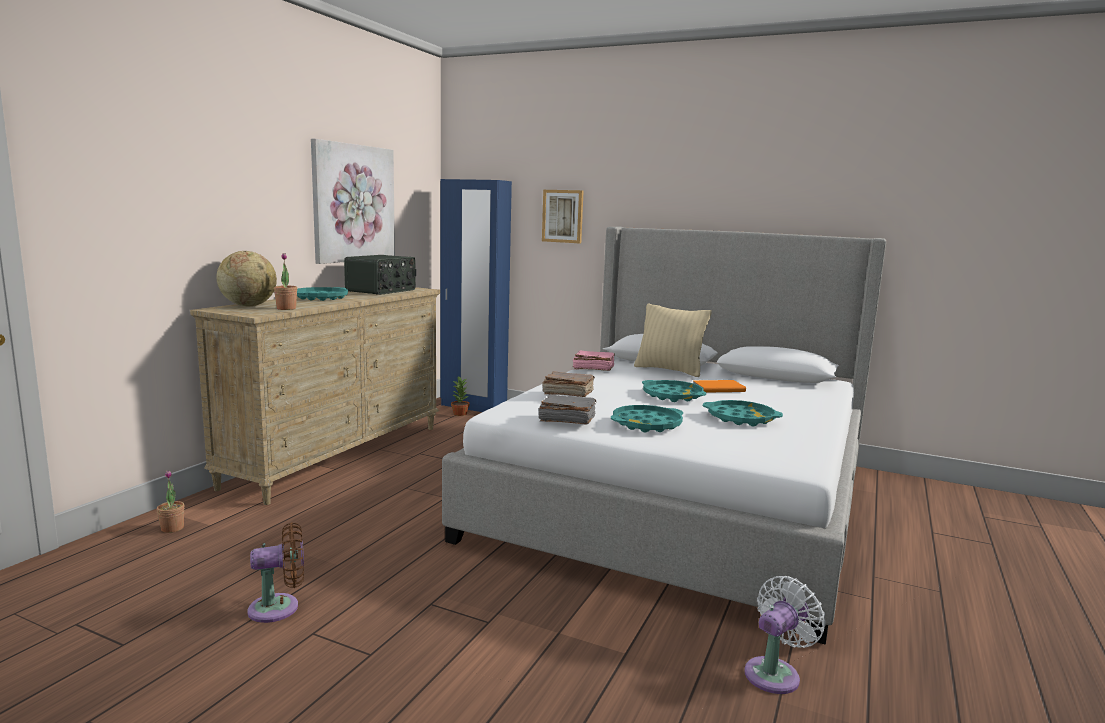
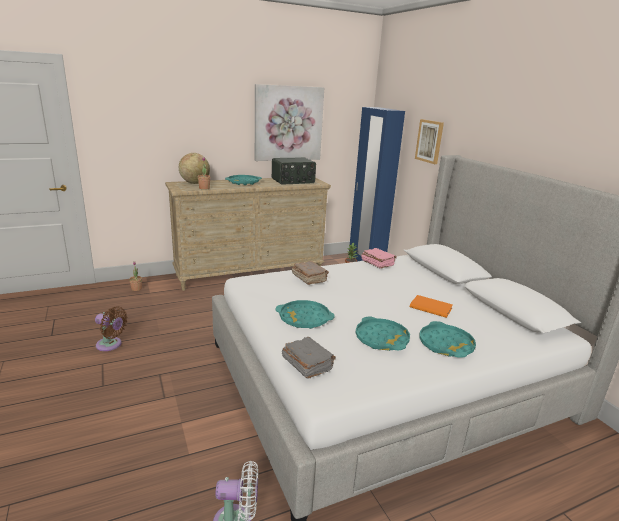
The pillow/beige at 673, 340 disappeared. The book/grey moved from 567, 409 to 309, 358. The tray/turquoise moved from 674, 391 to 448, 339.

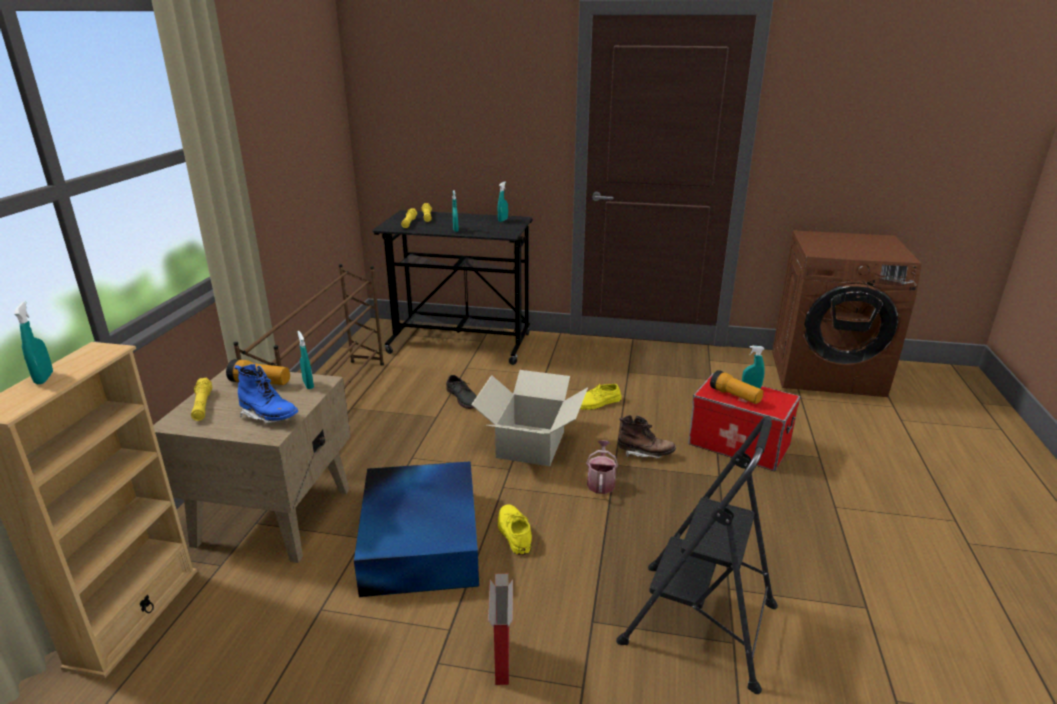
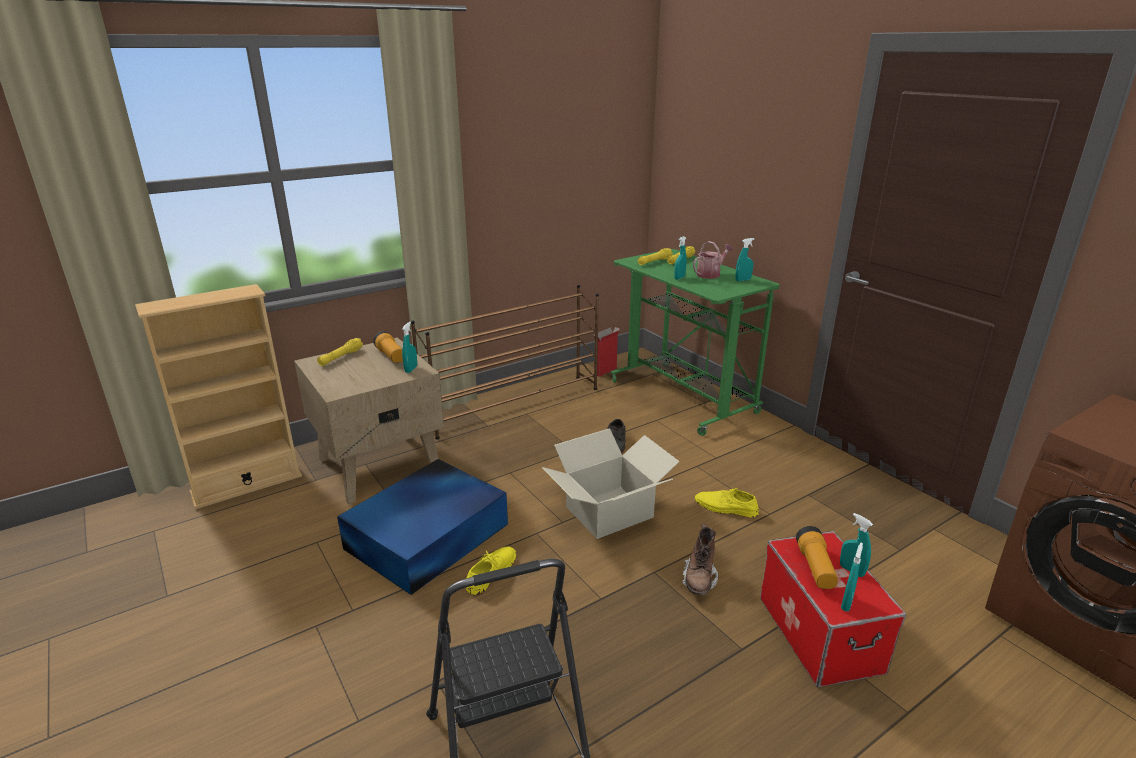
The boot/blue at 266, 393 disappeared. The spray bottle/turquoise moved from 33, 343 to 852, 577. The cardboard box moved from 500, 629 to 606, 352. The watering can moved from 602, 467 to 713, 260. The desk/black at 452, 287 became the desk/green at 695, 342. The boot/brown at 647, 437 turned 45 degrees clockwise.

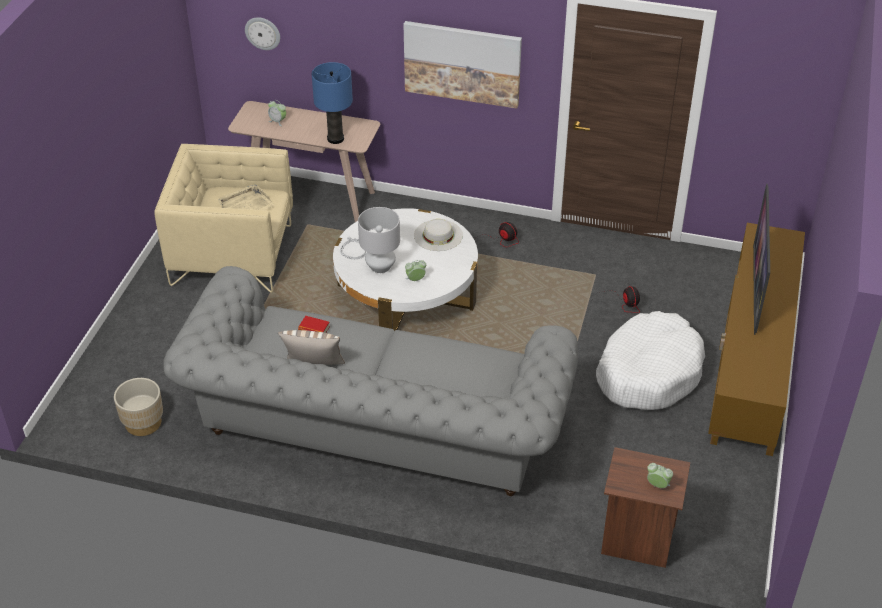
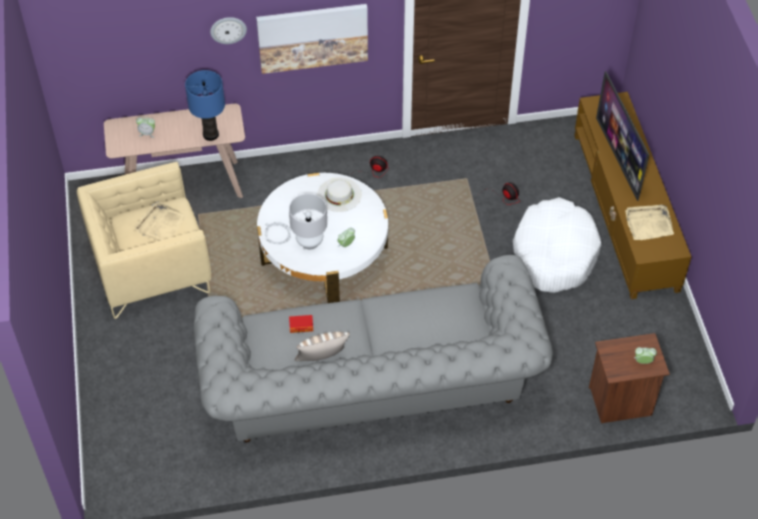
The planter/beige at 138, 407 disappeared. The tray/beige at 649, 222 appeared. The wall clock moved from 262, 33 to 228, 30.

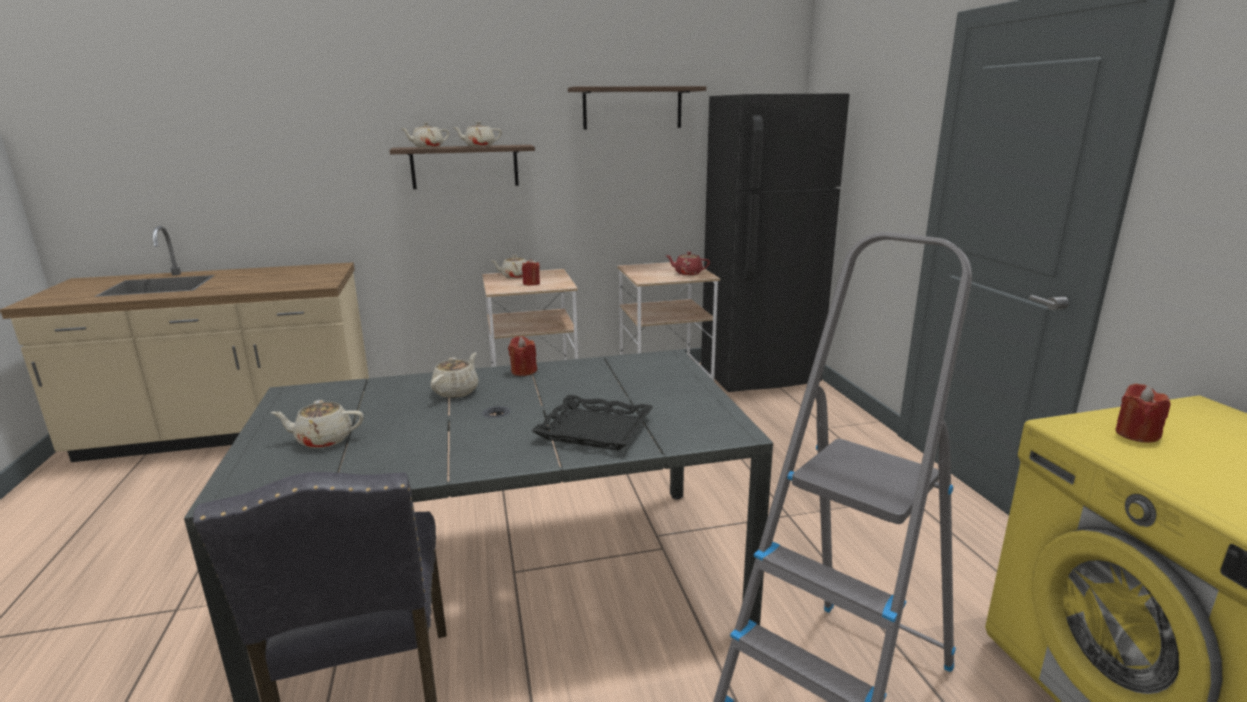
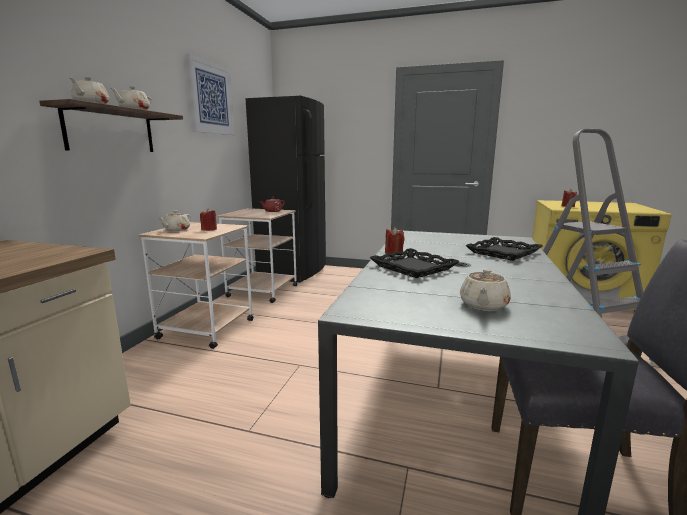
The teapot/beige at 454, 375 was replaced by the tray/black at 414, 263. The shelf at 637, 108 was replaced by the picture at 210, 94.

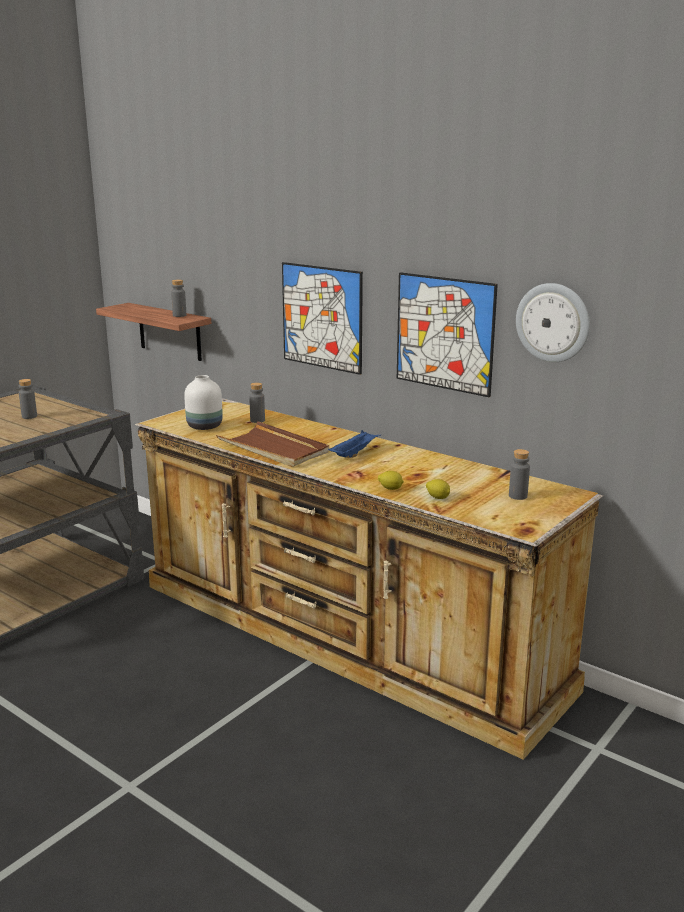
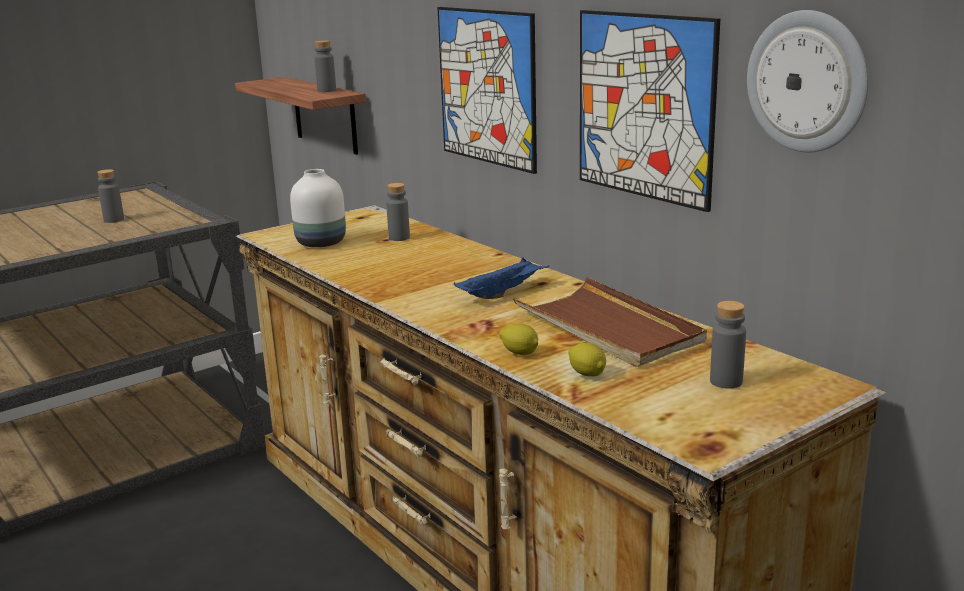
The tray/brown moved from 272, 444 to 610, 322.

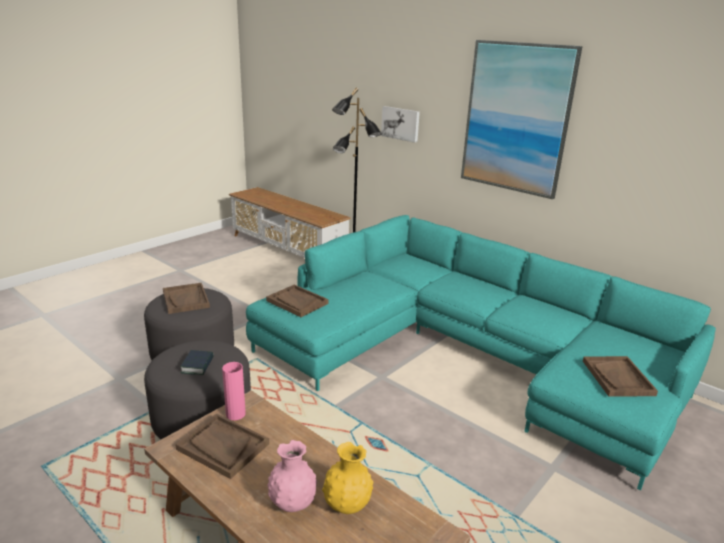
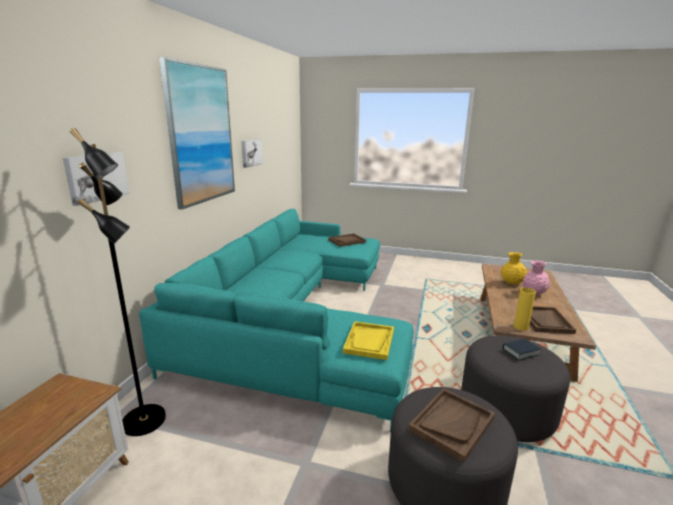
The picture at 252, 153 appeared. The vase/pink at 234, 391 became the vase/yellow at 525, 309. The tray/brown at 297, 301 became the tray/yellow at 368, 340.

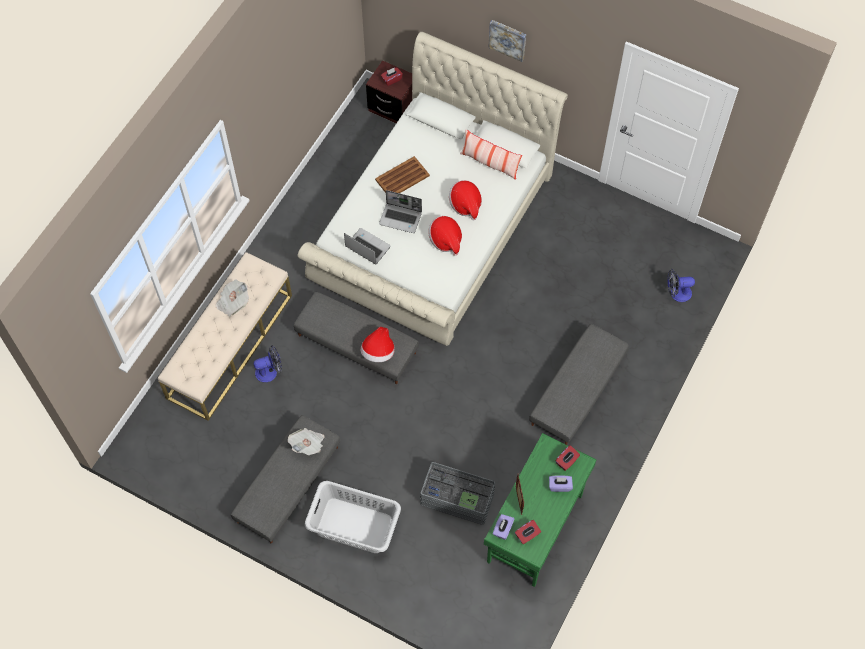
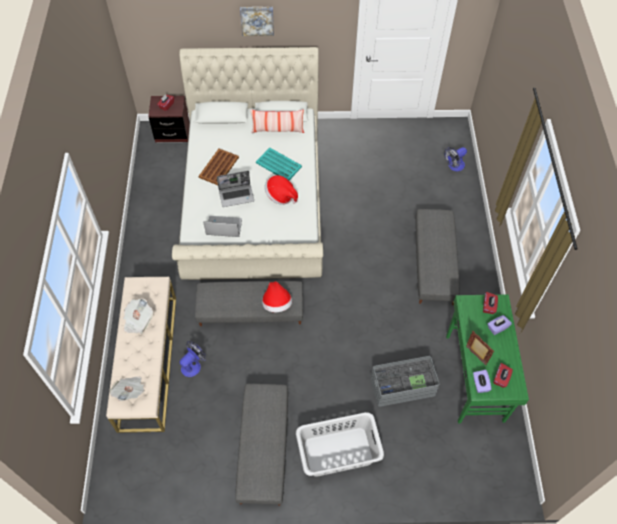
The newspaper moved from 306, 441 to 127, 388. The hat at 465, 200 was replaced by the tray/turquoise at 279, 164.

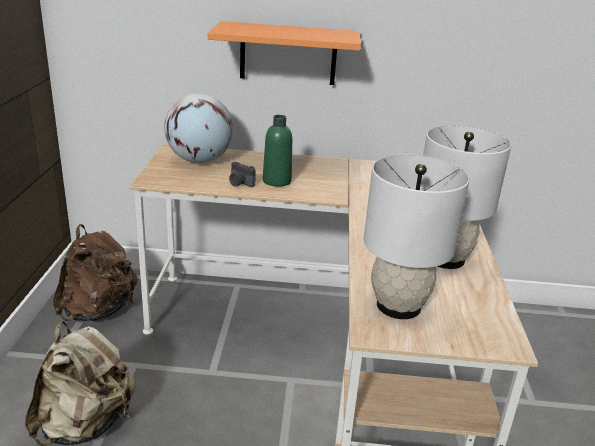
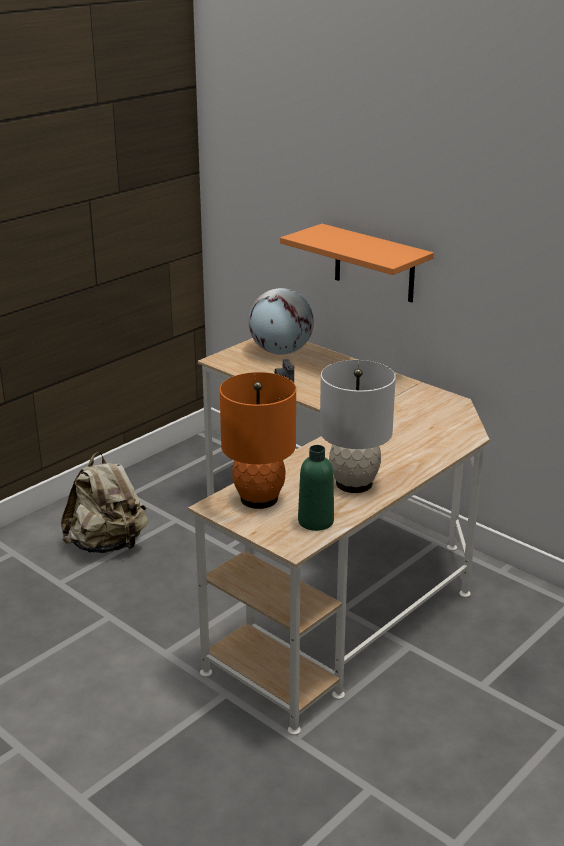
The backpack/brown at 95, 272 disappeared. The bottle/green moved from 277, 151 to 316, 488. The table lamp/white at 417, 236 became the table lamp/orange at 258, 440.

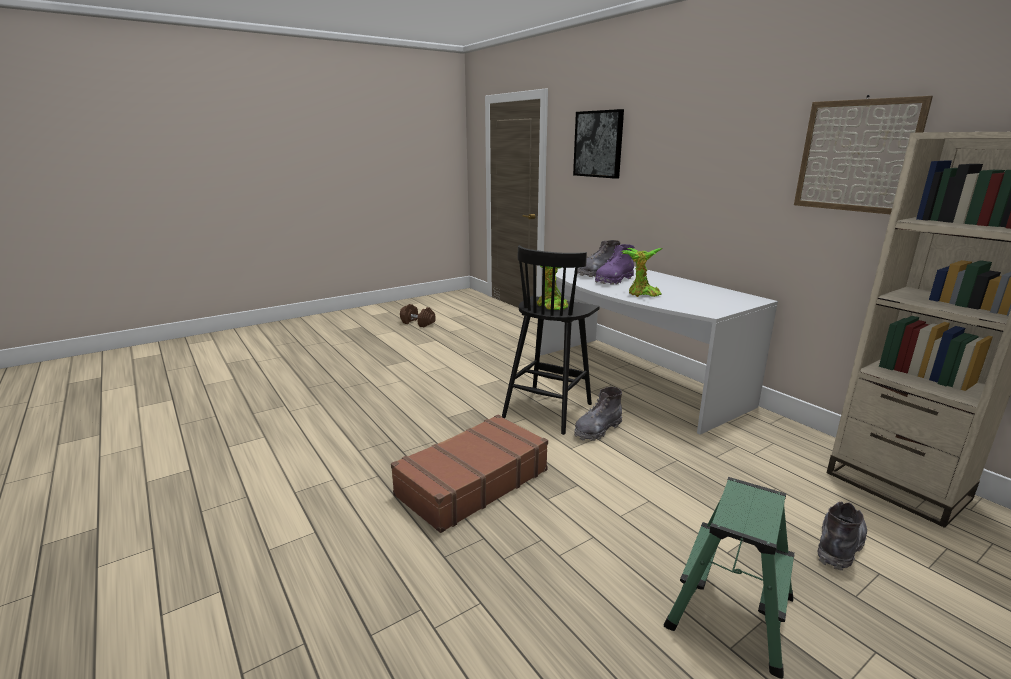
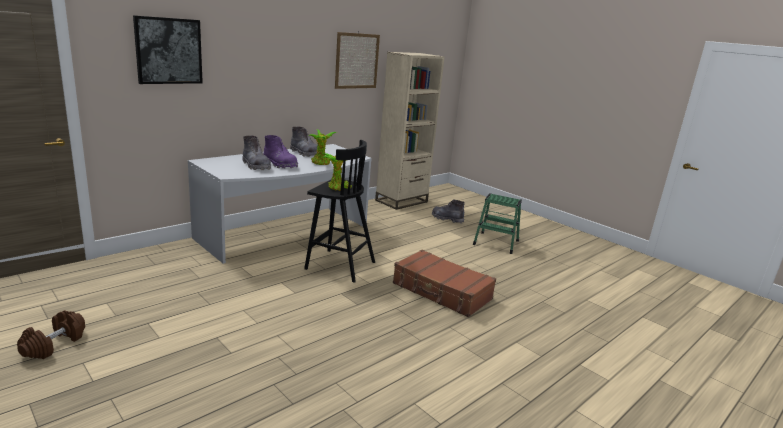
The boot/grey moved from 598, 414 to 304, 141.

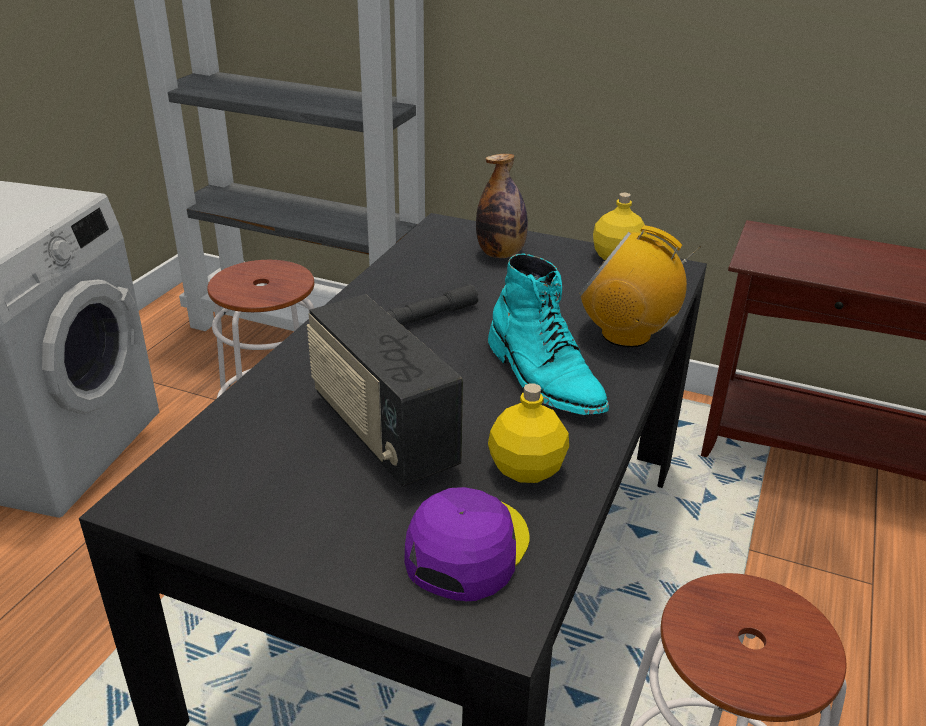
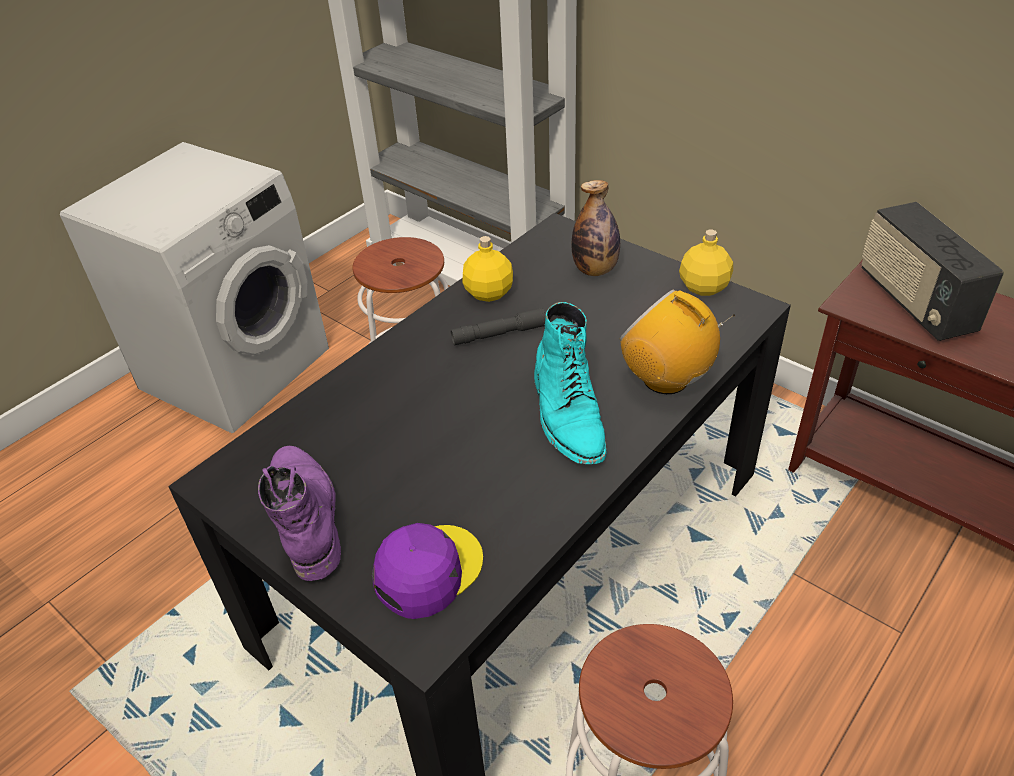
The boot/purple at 299, 513 appeared. The radio moved from 385, 390 to 932, 271. The bottle/yellow moved from 528, 433 to 487, 269.

